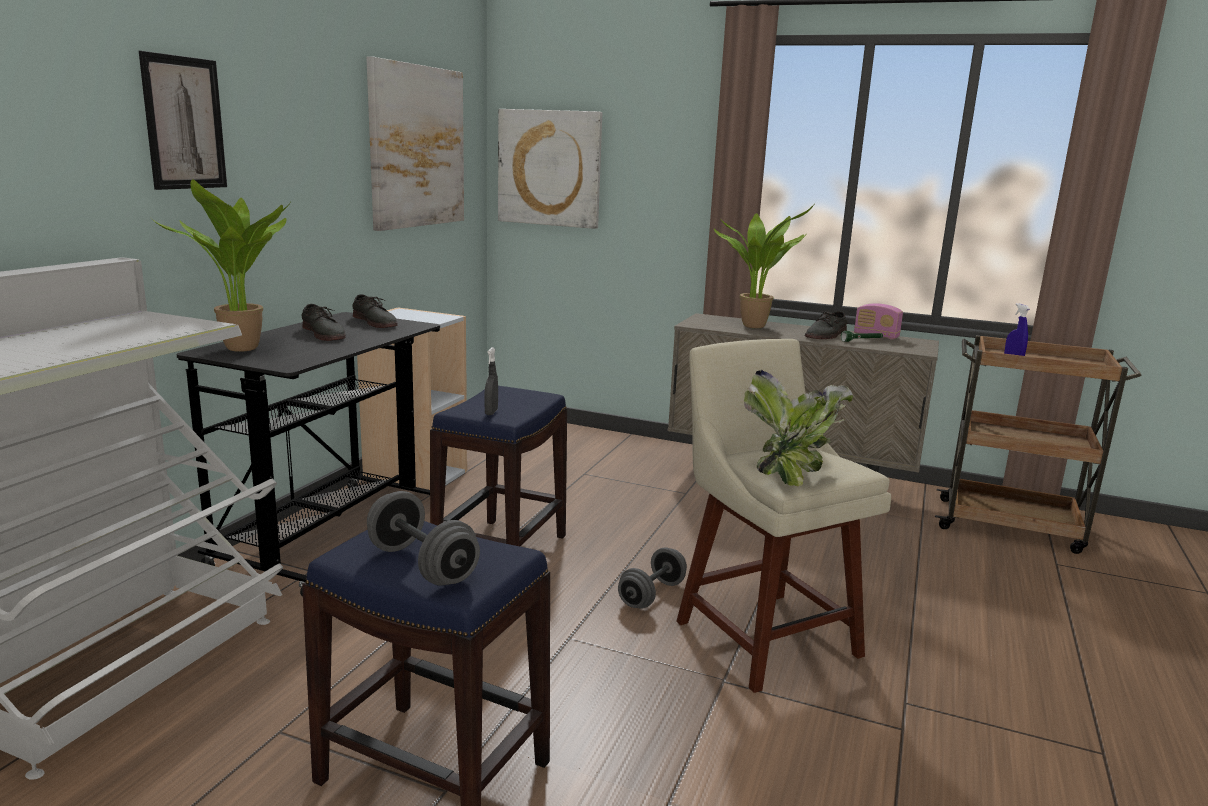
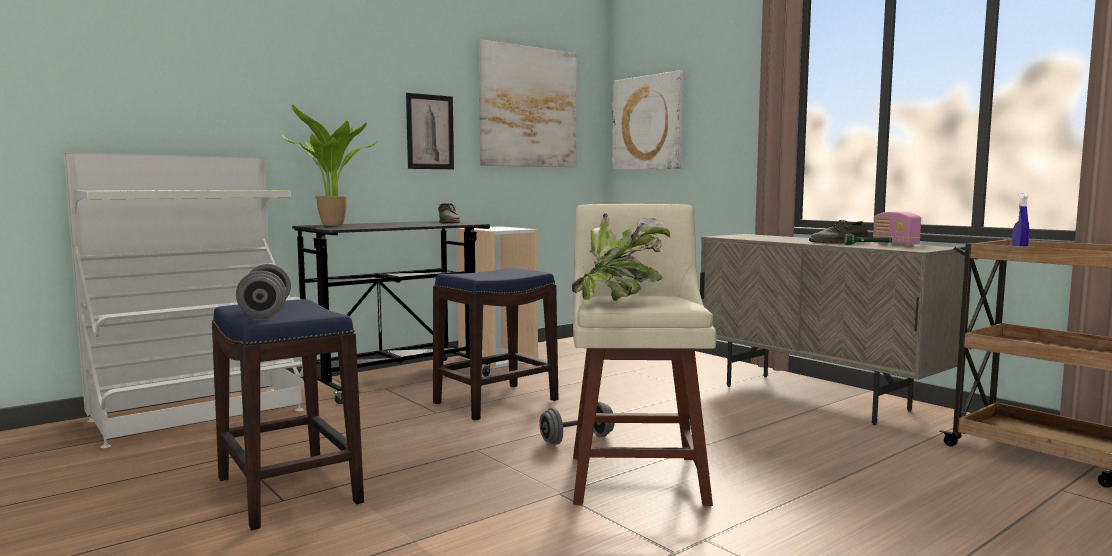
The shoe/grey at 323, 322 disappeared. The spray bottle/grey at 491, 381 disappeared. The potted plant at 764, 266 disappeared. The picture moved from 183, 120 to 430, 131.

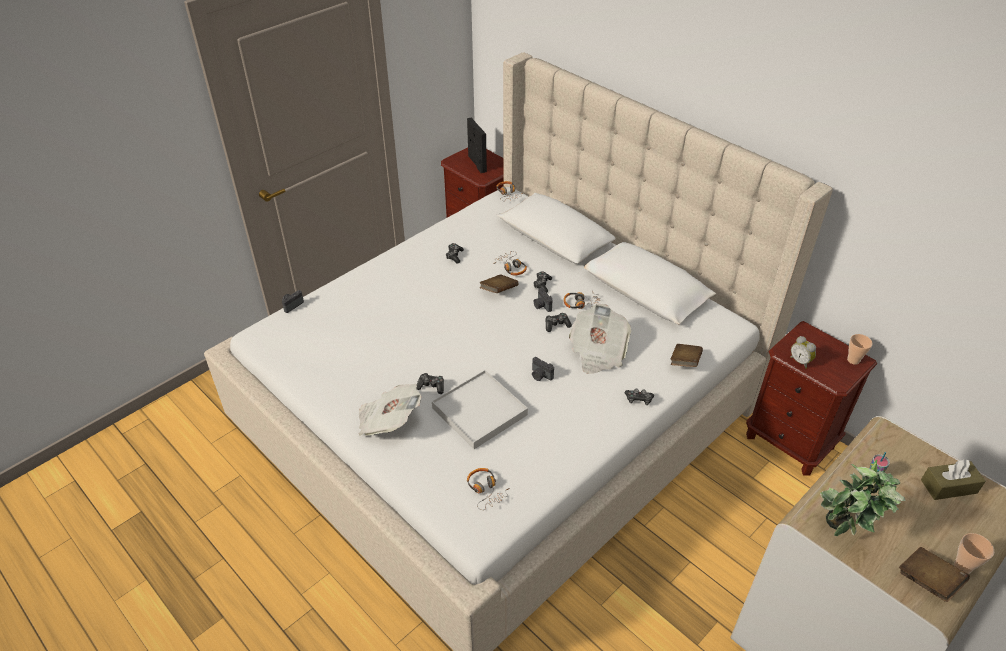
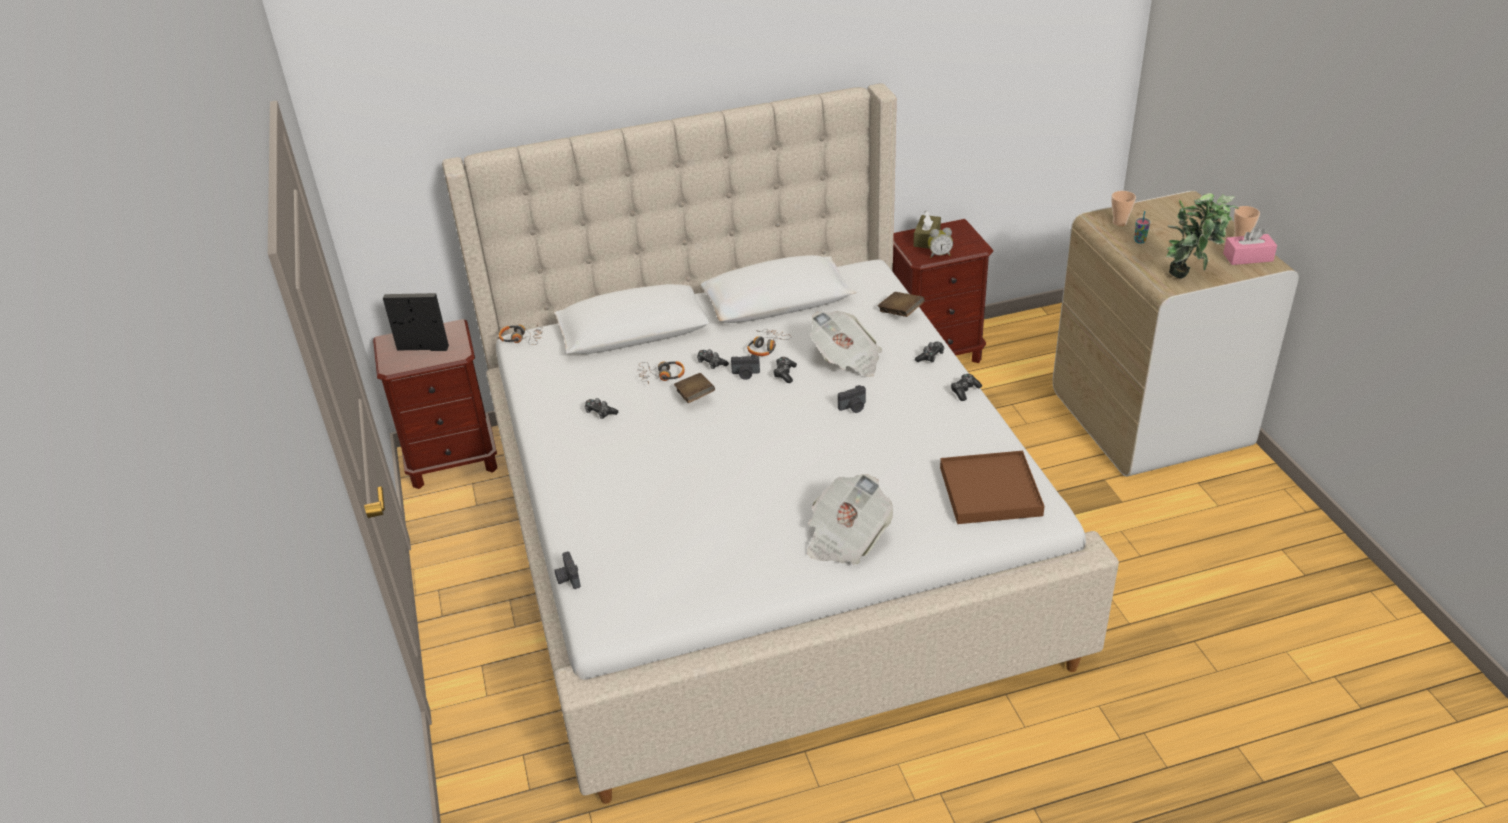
The tray/white at 480, 409 disappeared. The game controller moved from 430, 383 to 966, 387. The cup moved from 860, 349 to 1123, 208. The tissue box/brown moved from 953, 479 to 927, 229. The headphones at 488, 489 was replaced by the tray/brown at 992, 487. The book/brown at 934, 574 was replaced by the tissue box/pink at 1250, 245.

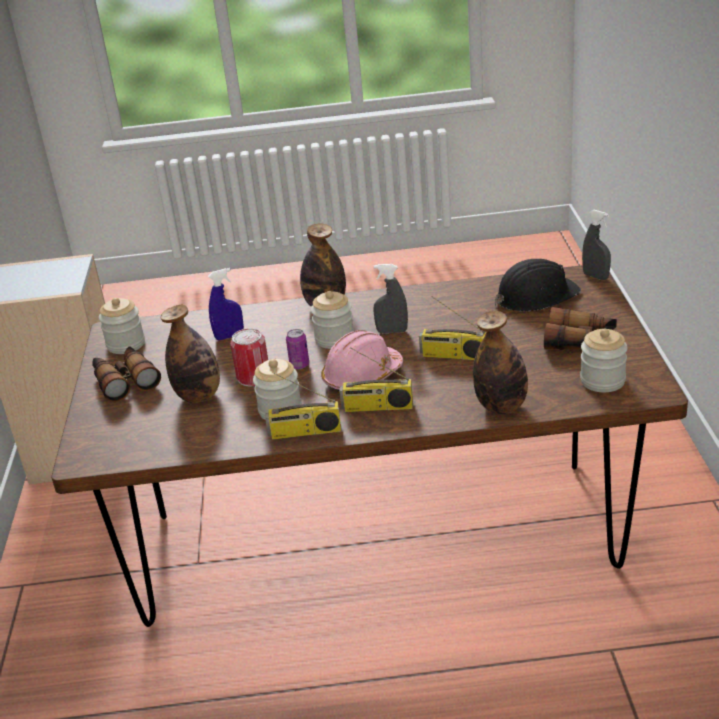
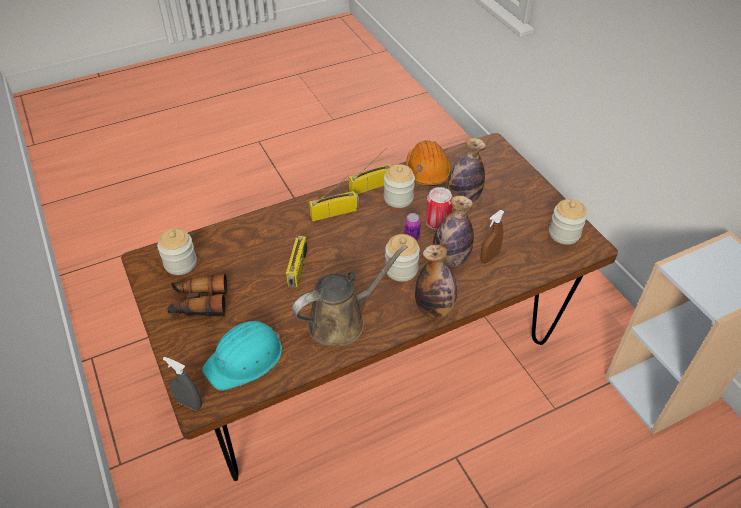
The binoculars at 126, 374 disappeared. The hard hat/pink at 362, 360 disappeared. The spray bottle/grey at 390, 298 disappeared. The watering can/brown at 350, 295 appeared. The hard hat/orange at 428, 163 appeared. The bottle moved from 500, 362 to 453, 231. The spray bottle/blue at 226, 304 became the spray bottle/brown at 492, 236. The hard hat/black at 538, 285 became the hard hat/turquoise at 242, 356. The radio at 452, 328 turned 105 degrees clockwise.

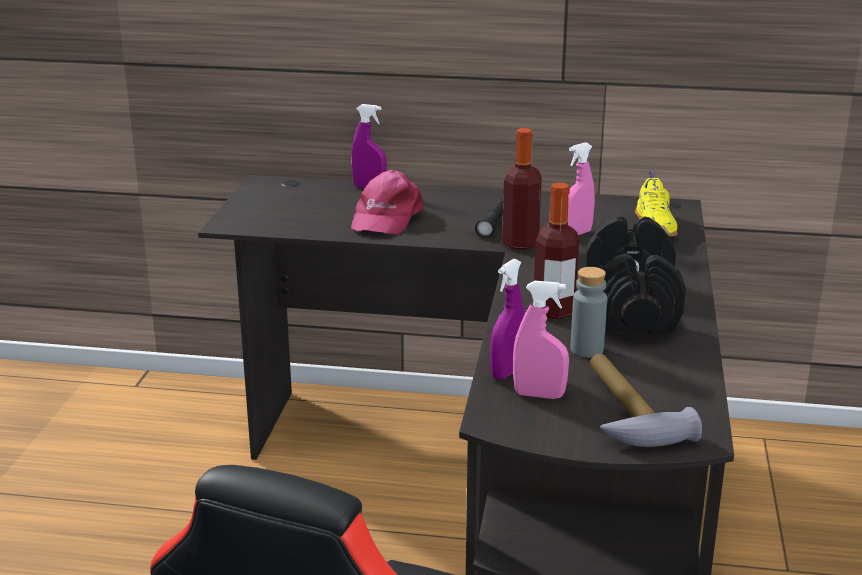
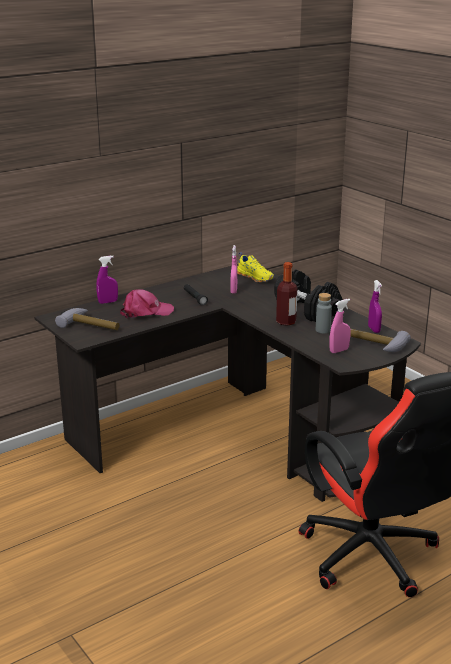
The bottle at 522, 189 disappeared. The hammer at 87, 319 appeared. The spray bottle/purple moved from 507, 319 to 375, 306. The cap/pink at 387, 202 turned 75 degrees counterclockwise.

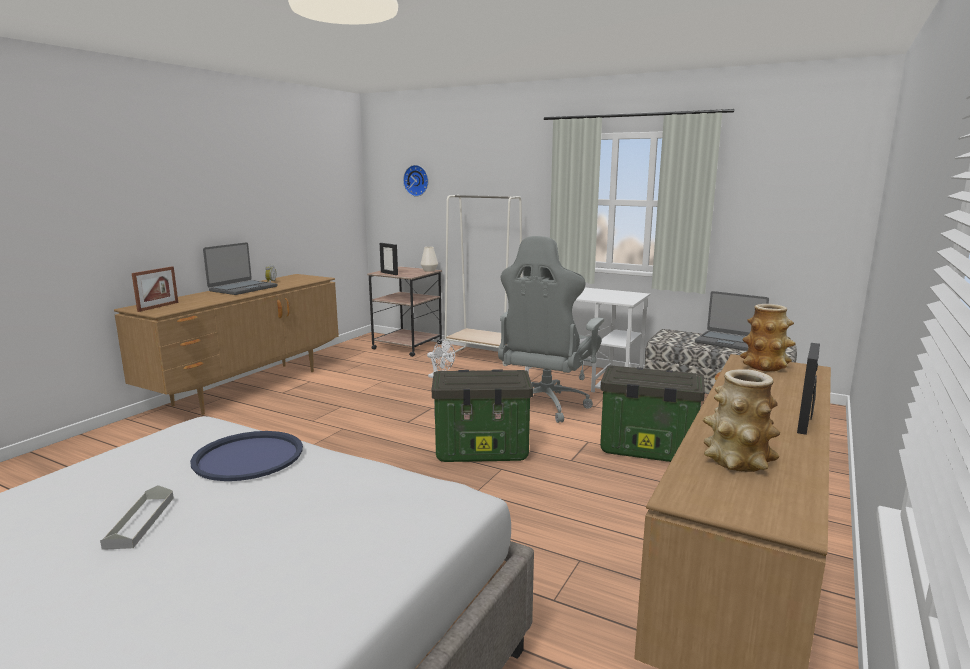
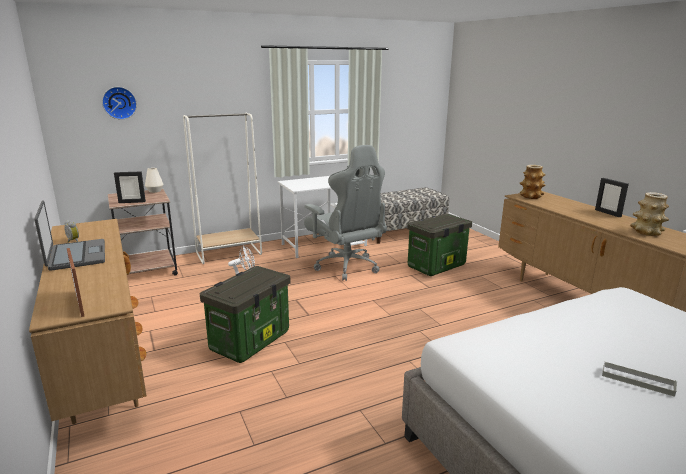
The tray/blue at 246, 456 disappeared. The laptop at 732, 321 disappeared. The storage box moved from 482, 416 to 245, 314.

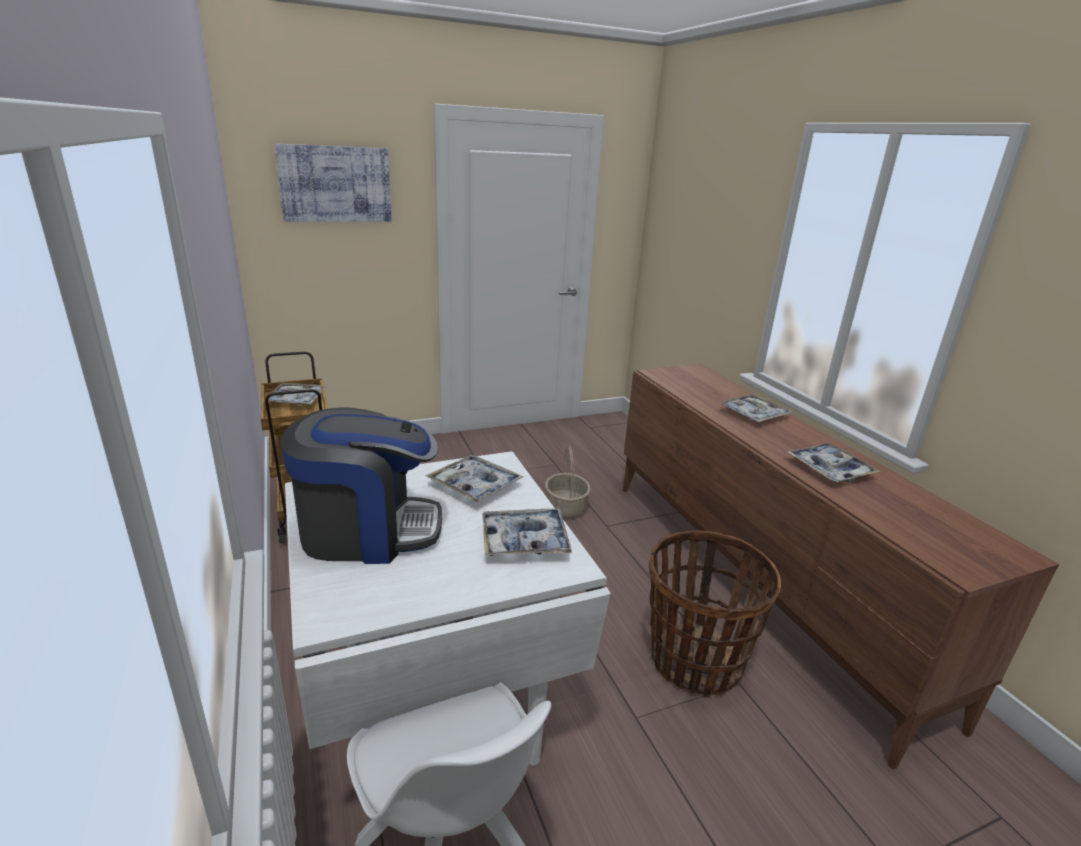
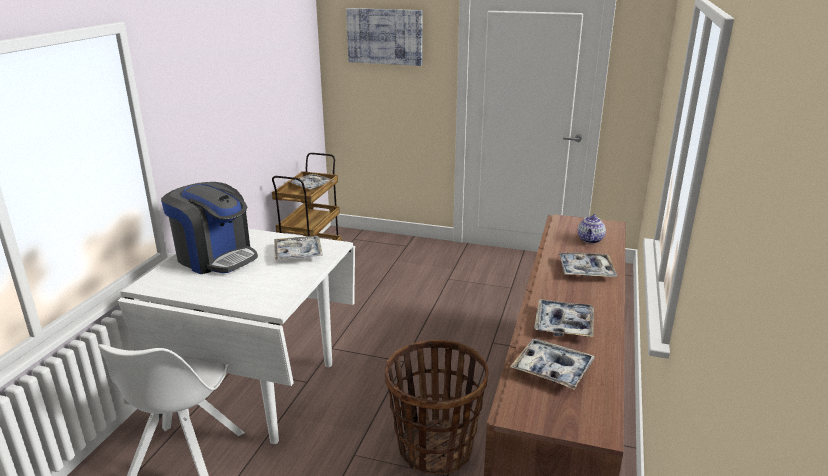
The basket at 568, 481 disappeared. The teapot at 592, 228 appeared. The tray moved from 527, 532 to 552, 364.

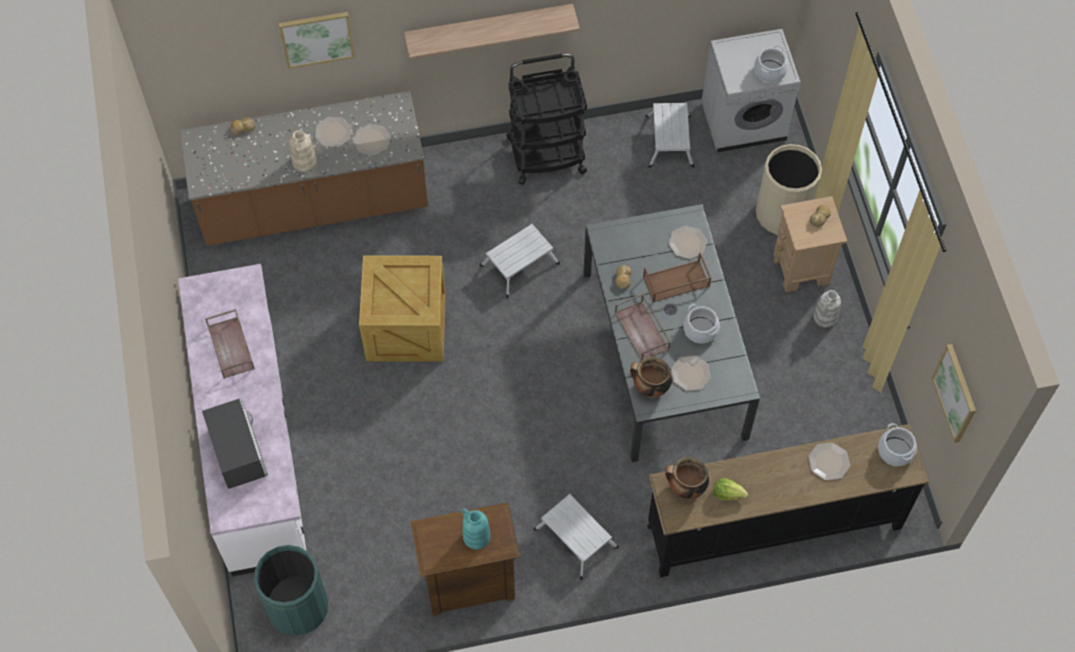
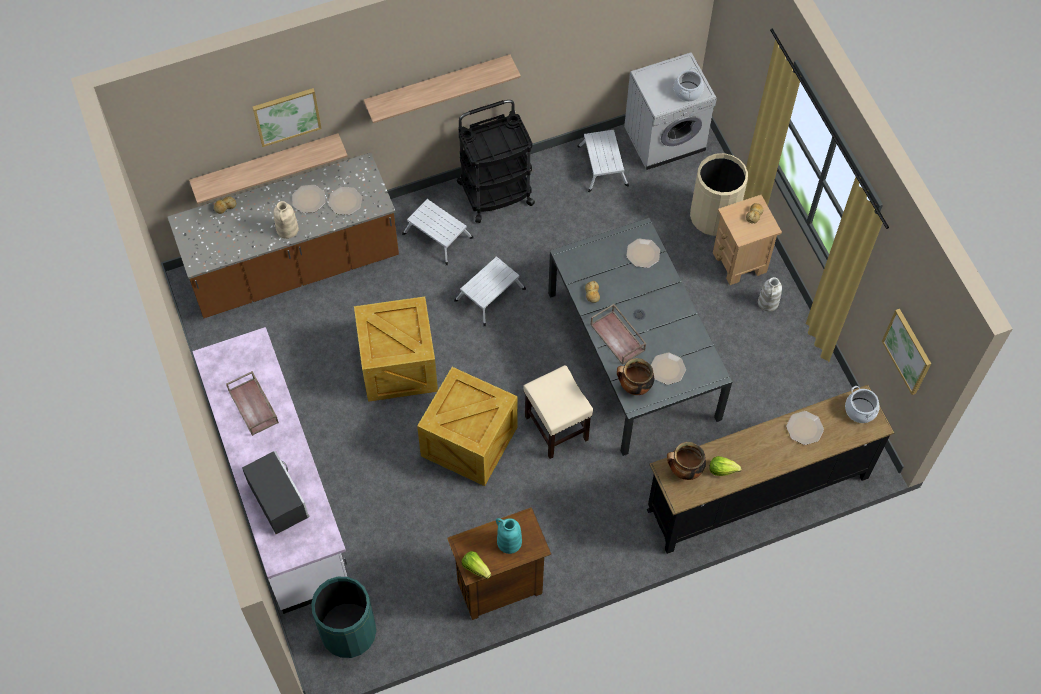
The tray/brown at 677, 277 disappeared. The cooking pot at 701, 323 disappeared. The shelf at 268, 168 appeared. The crate at 467, 426 appeared. The lettuce at 476, 565 appeared. The stool/beige at 558, 412 appeared. The step ladder/white moved from 576, 537 to 437, 232.

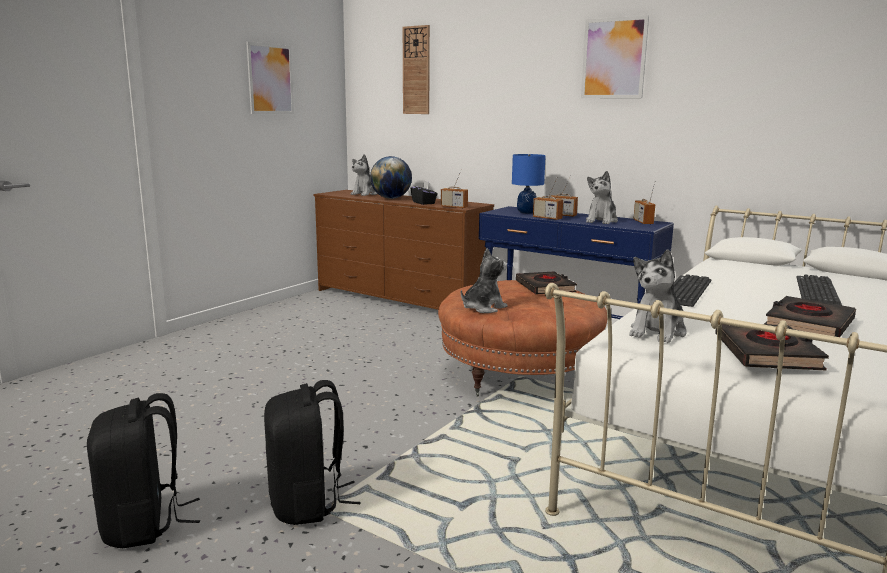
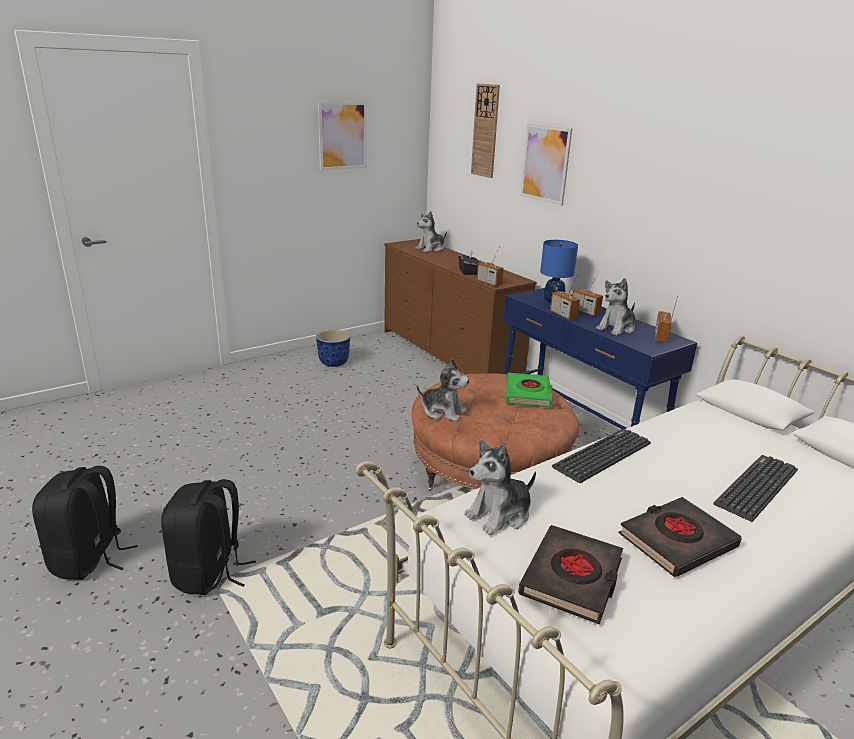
The globe at 391, 177 disappeared. The planter at 333, 348 appeared. The picture moved from 615, 56 to 546, 164. The book/black at 546, 283 became the book/green at 529, 390. The plush toy at 484, 280 turned 45 degrees clockwise.

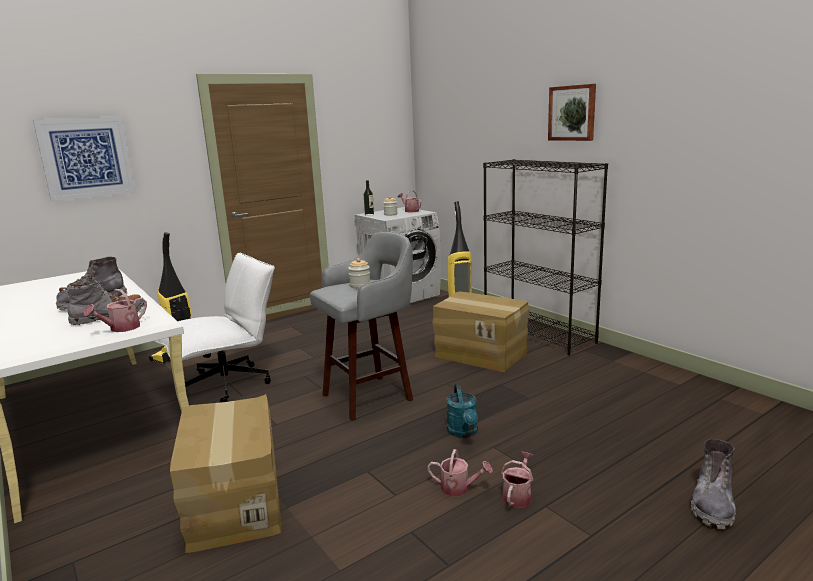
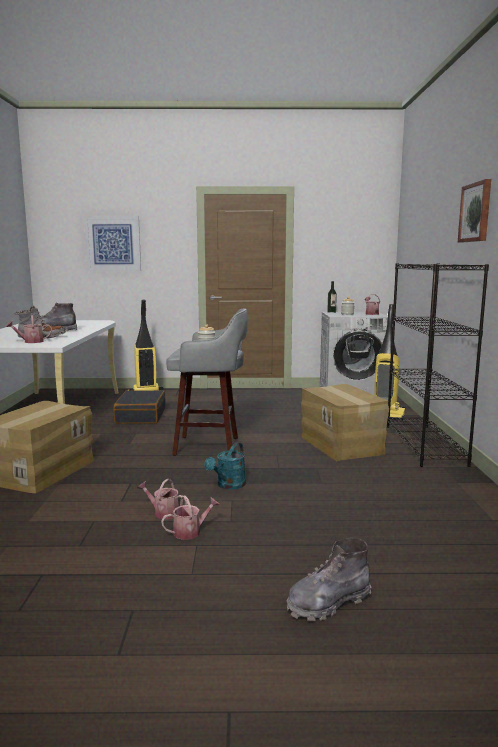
The office chair/white at 214, 328 was replaced by the suitcase/black at 139, 407. The watering can at 460, 472 turned 150 degrees clockwise.

